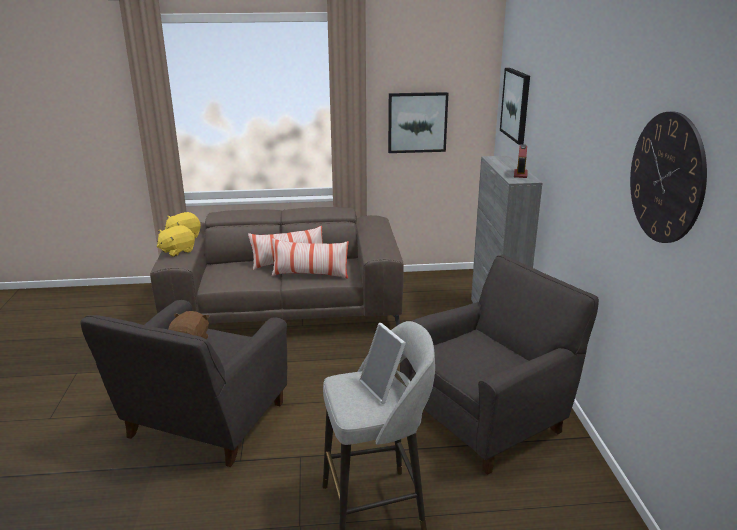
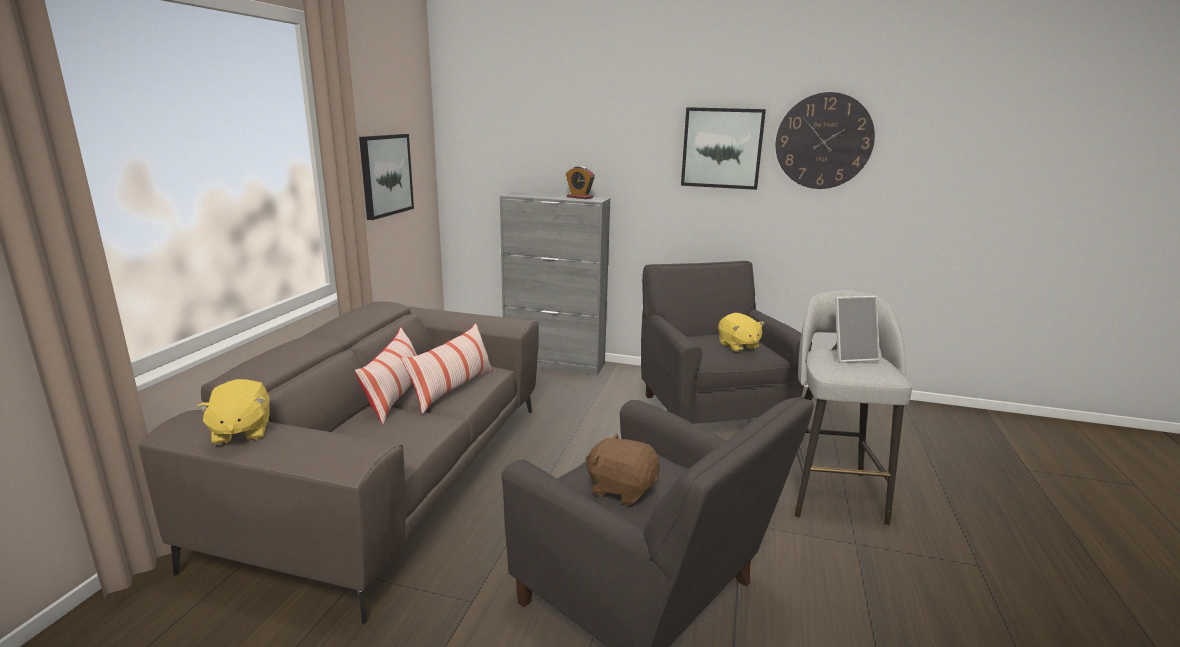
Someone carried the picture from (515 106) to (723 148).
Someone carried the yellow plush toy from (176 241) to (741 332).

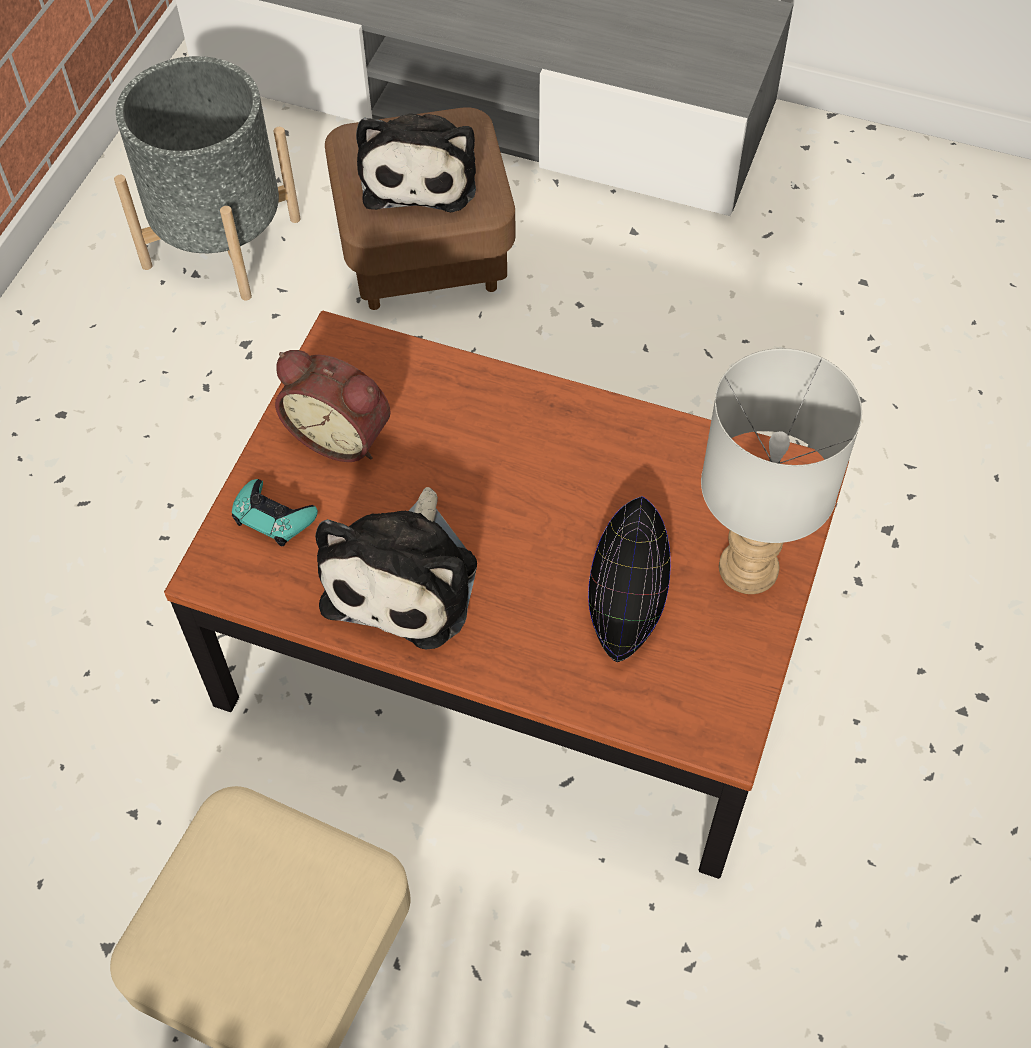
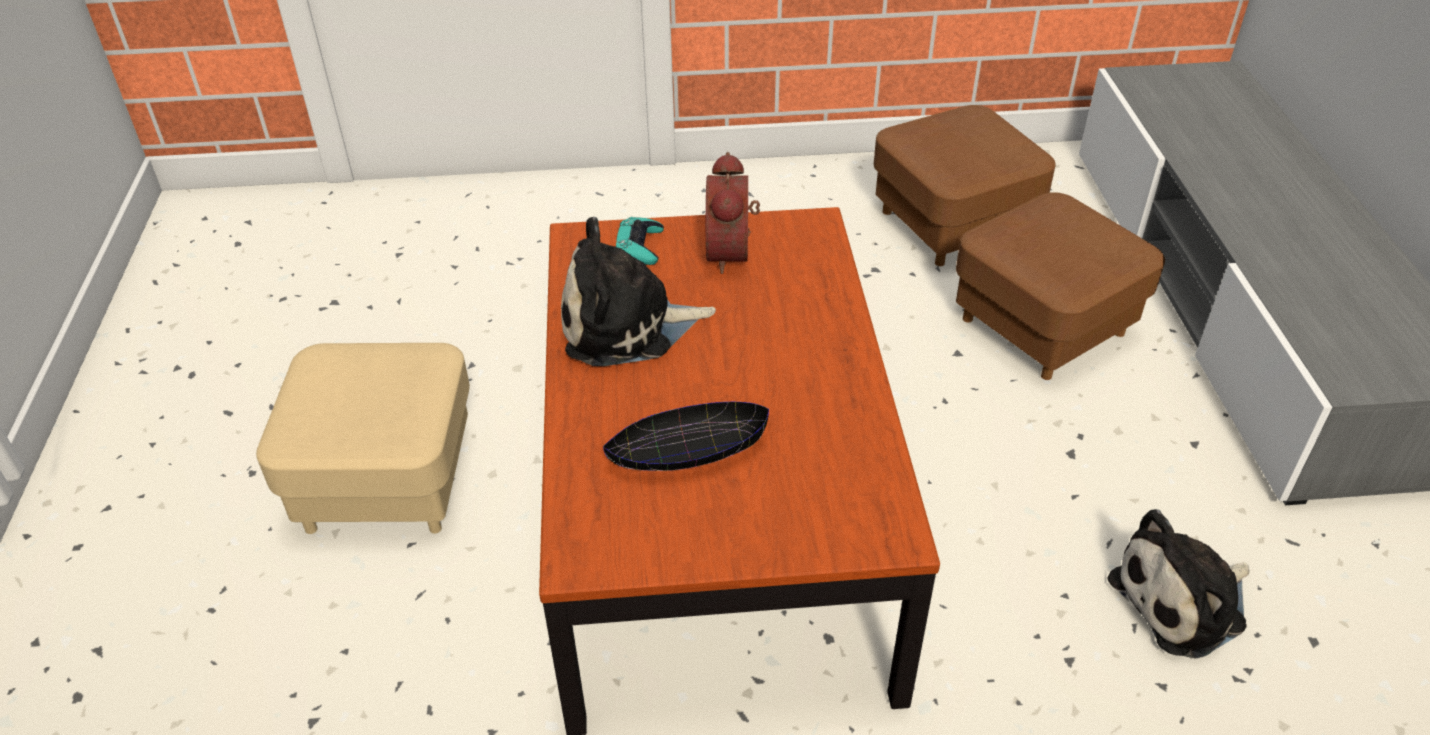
Someone swapped the grey planter at (207 178) for the brown ottoman at (965 185).
Someone carried the plush toy from (416 162) to (1178 584).
Someone took away the grey table lamp at (781 471).

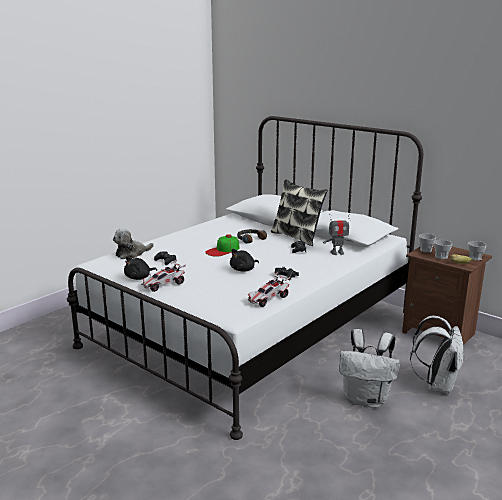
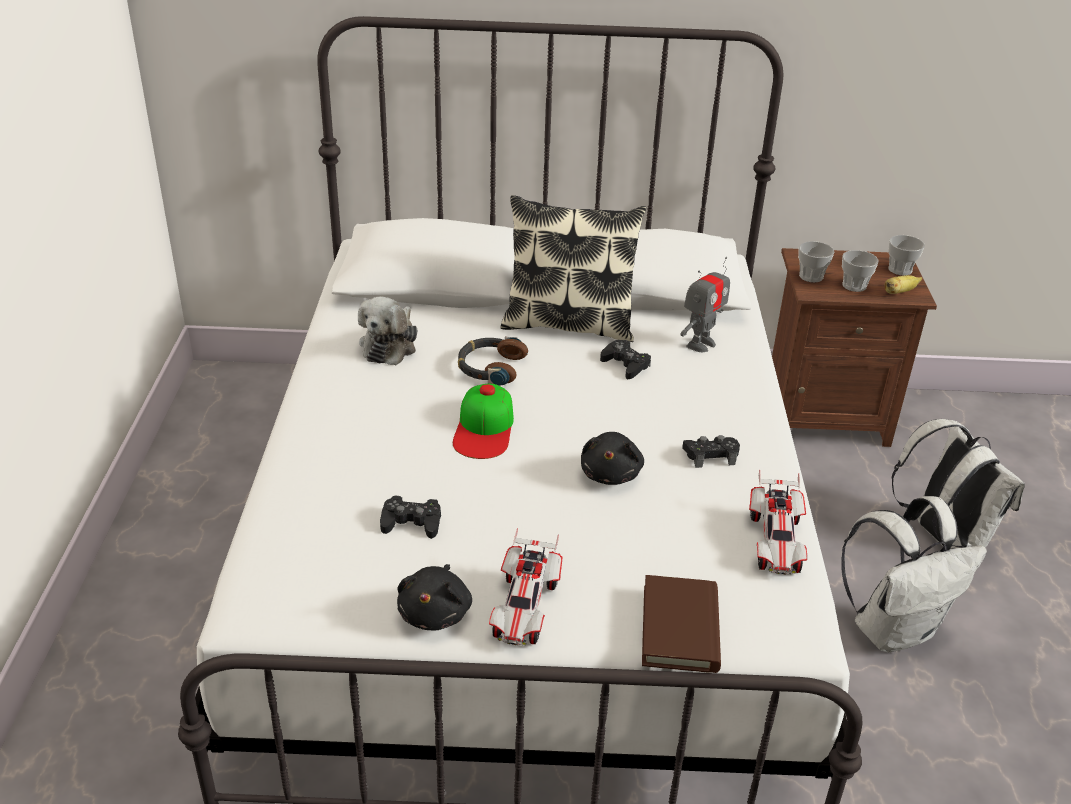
Someone carried the plush toy from (133 243) to (387 331).
Someone put down the brown book at (681 624).

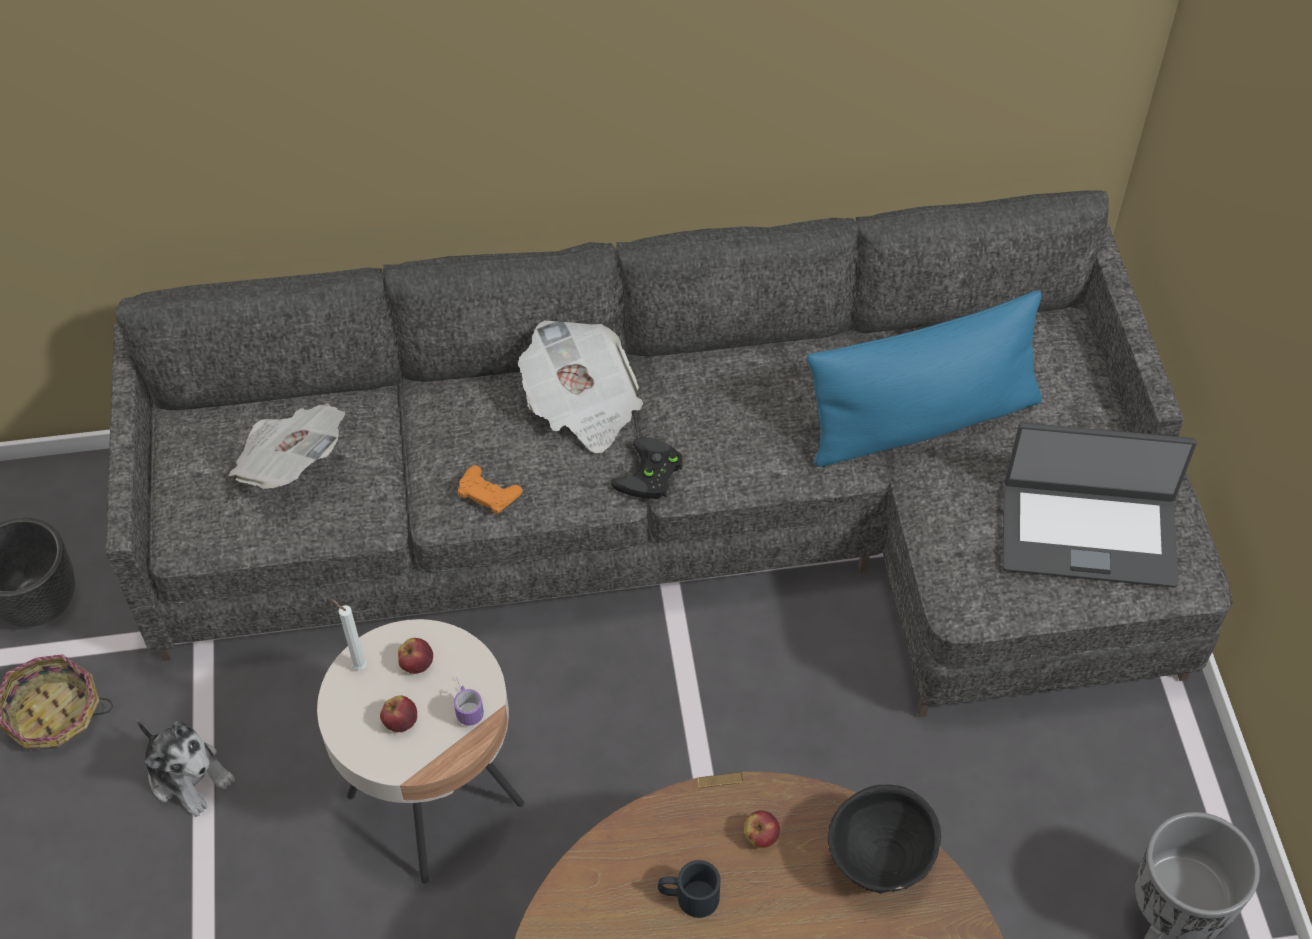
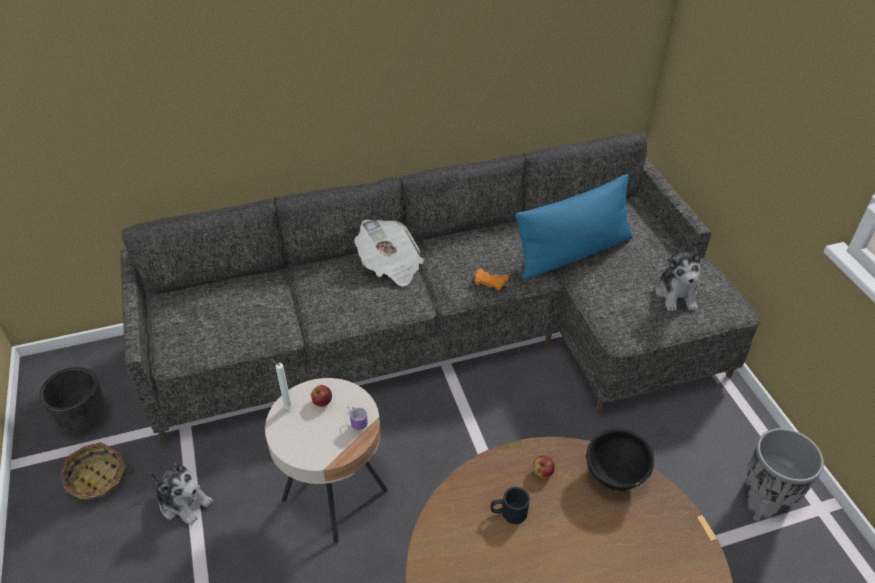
Someone took away the newspaper at (286 446).
Someone swapped the laptop at (1099 505) for the plush toy at (677 280).
Someone took away the black game controller at (647 468).
Someone carried the orange game controller from (490 489) to (492 279).
Someone took away the apple at (398 713).

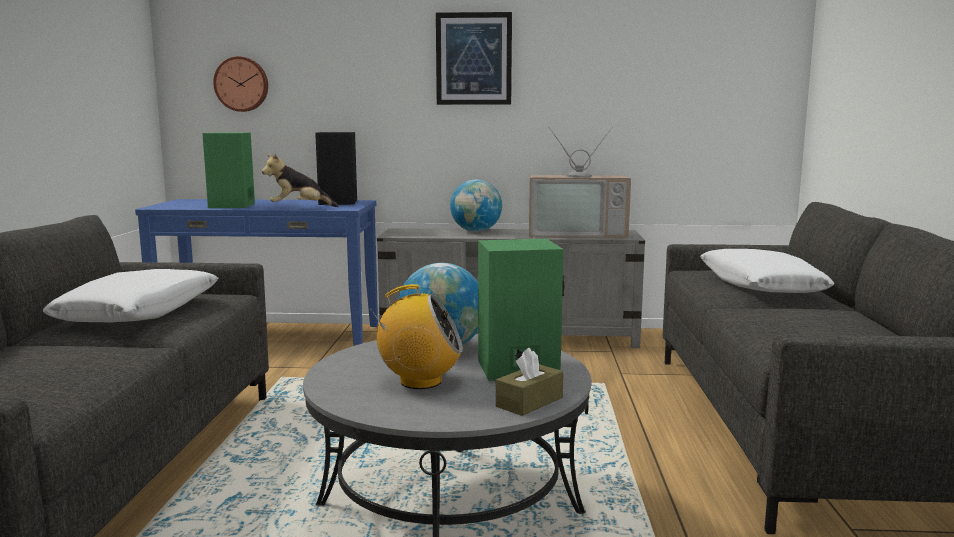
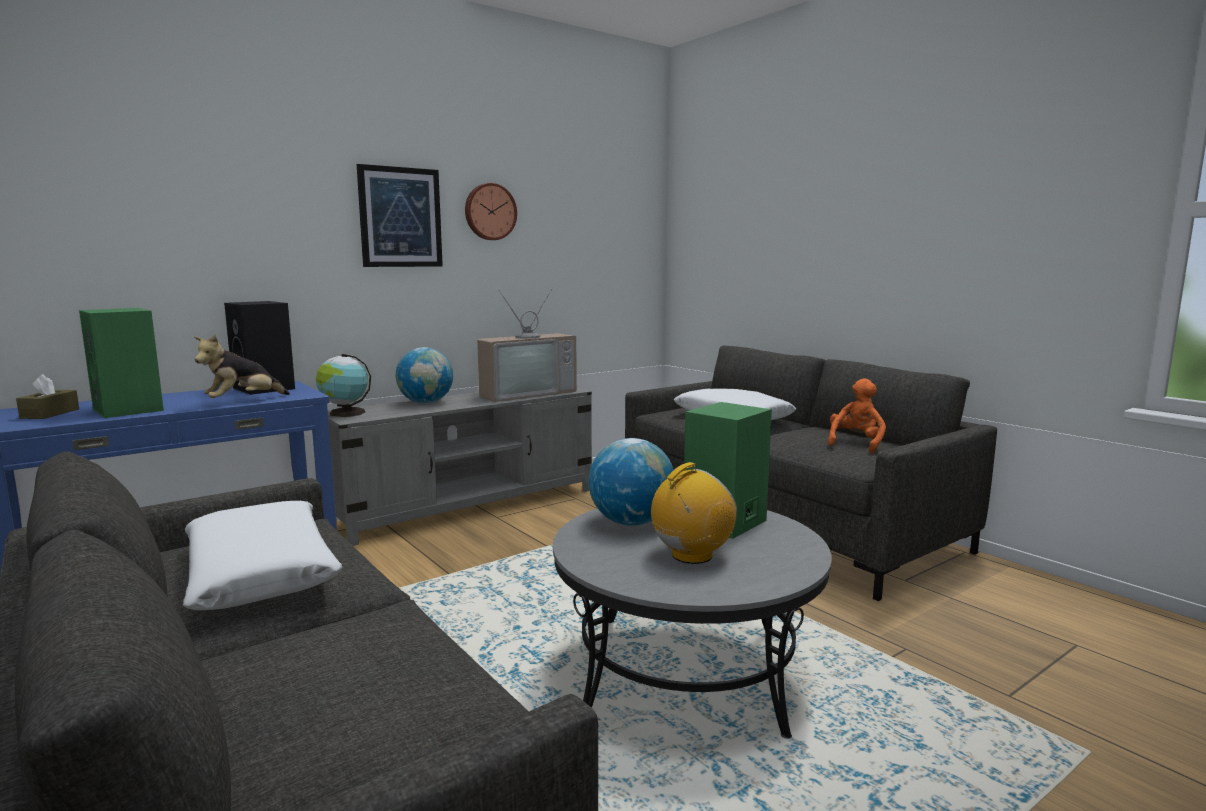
Someone carried the wall clock from (240 84) to (491 211).
Someone carried the brown tissue box from (530 382) to (47 396).
Someone put down the globe at (343 385).
Someone put down the orange plush toy at (857 415).

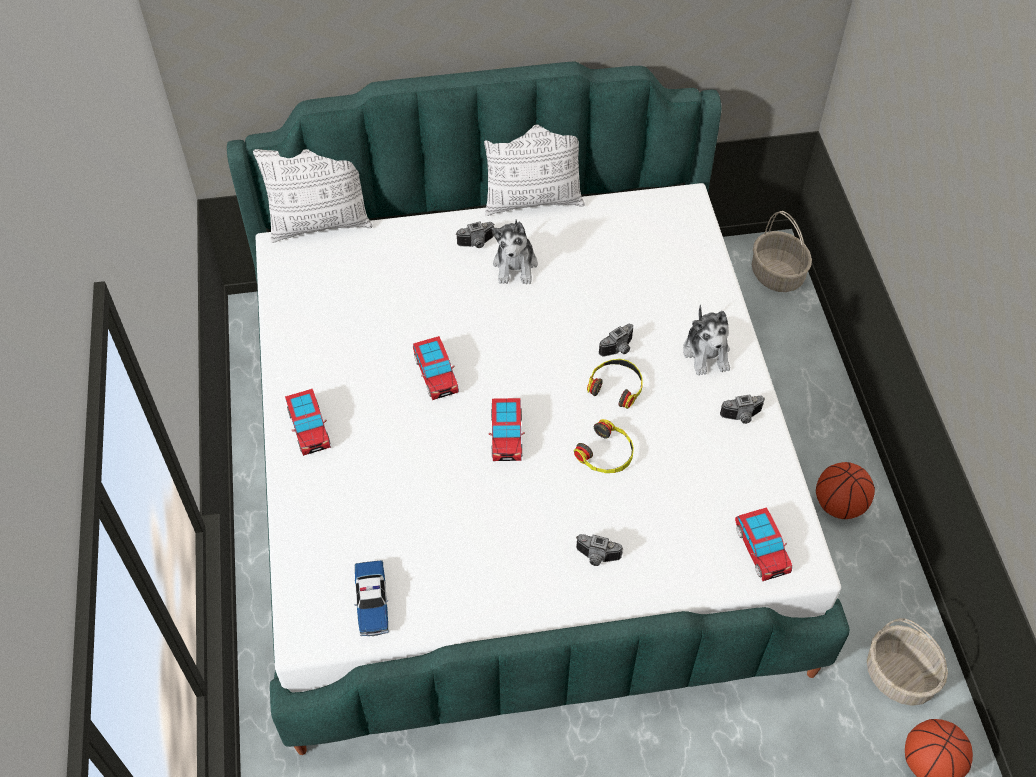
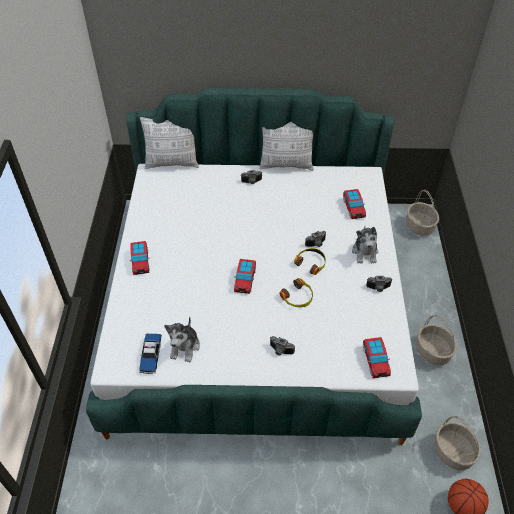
Someone carried the plush toy from (514 251) to (182 339).
Someone carried the toy car from (436 368) to (354 204).
Someone swapped the basketball at (845 490) for the basket at (436 340).

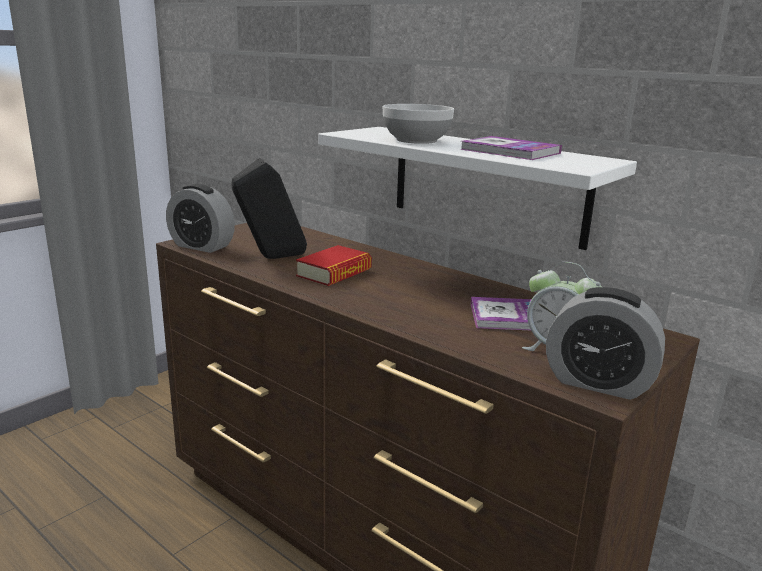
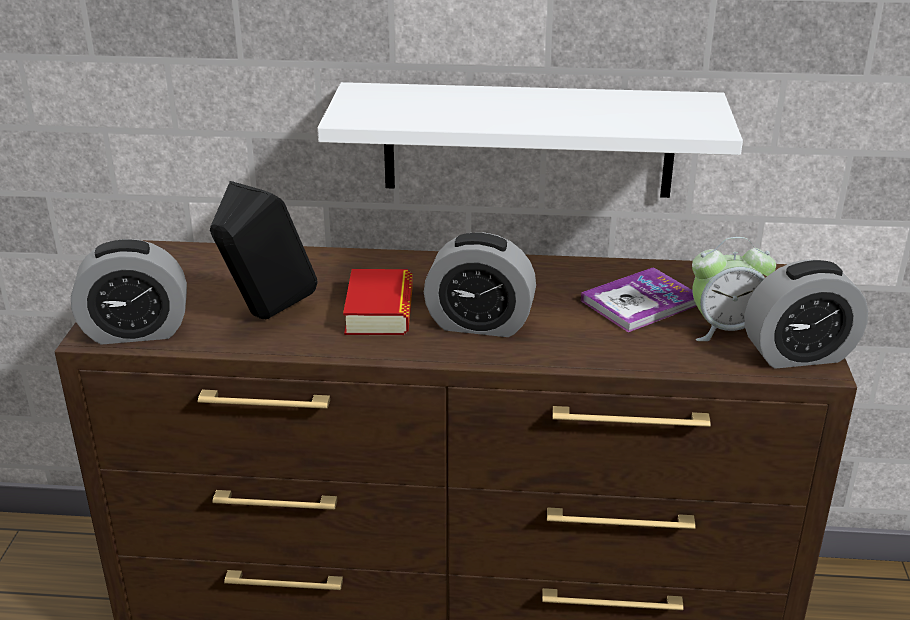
Someone took away the bowl at (418 124).
Someone took away the book at (511 148).
Someone put down the alarm clock at (480 284).

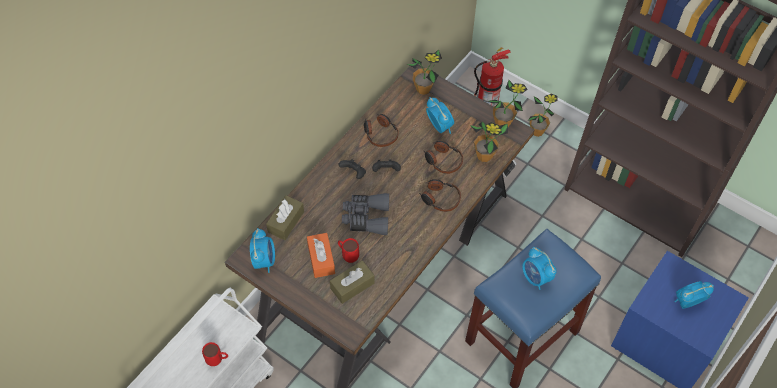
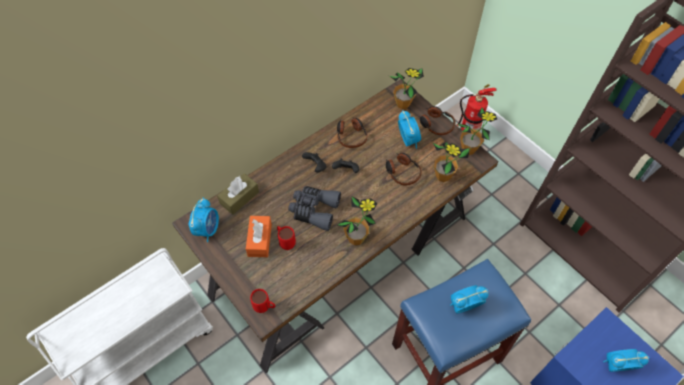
Someone carried the potted plant from (543 115) to (357 221).
Someone carried the headphones from (440 195) to (436 120).
Someone rotated the alarm clock at (539 268) by 90 degrees clockwise.
Someone took away the brown tissue box at (352 282).
Someone carried the red mug from (215 354) to (262 301).

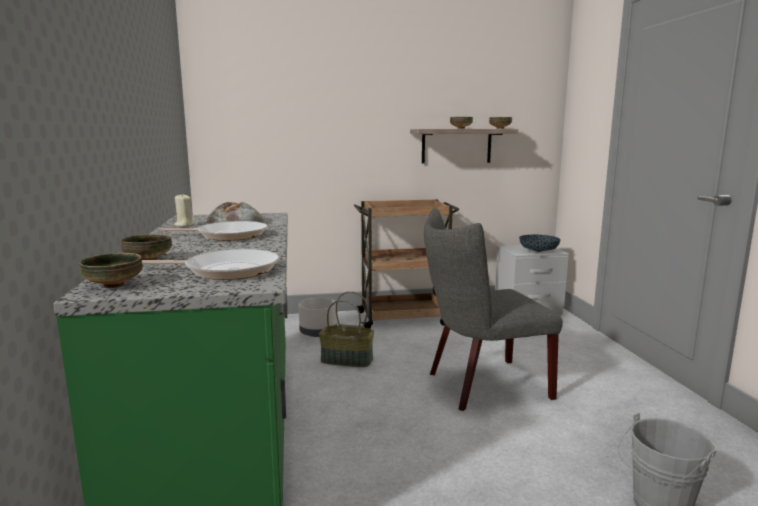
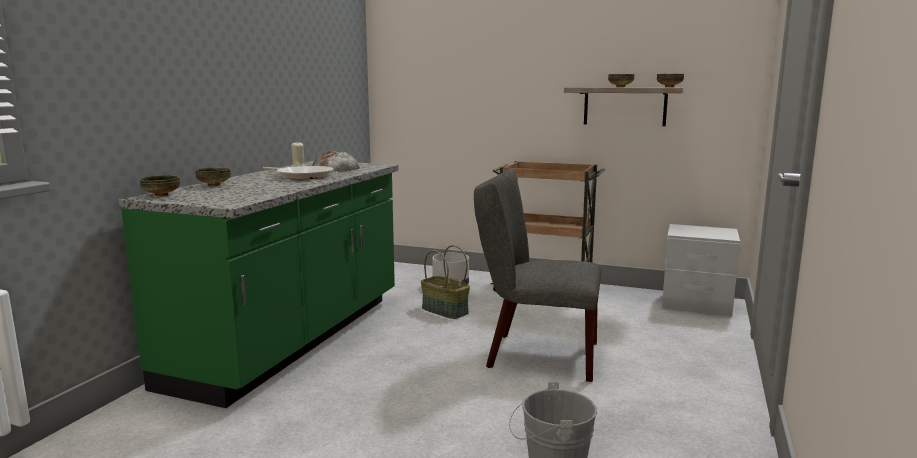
Someone took away the bowl at (539 243).
Someone took away the frying pan at (210 264).

